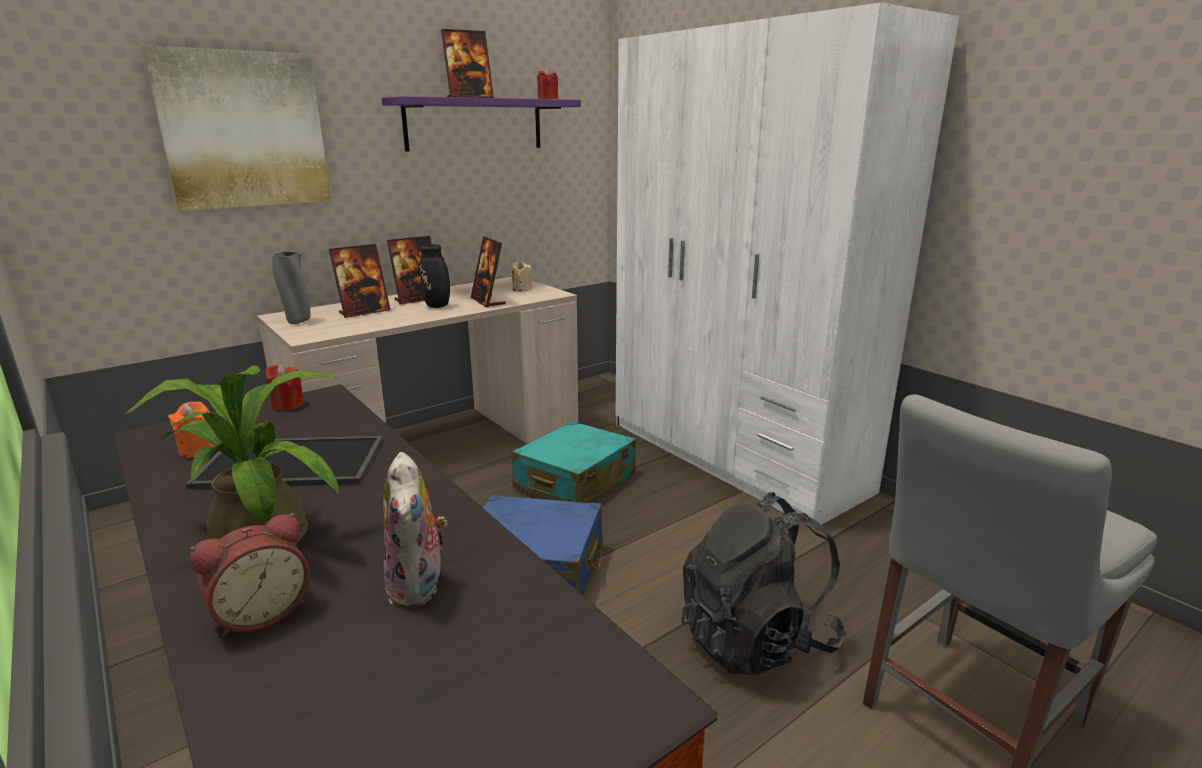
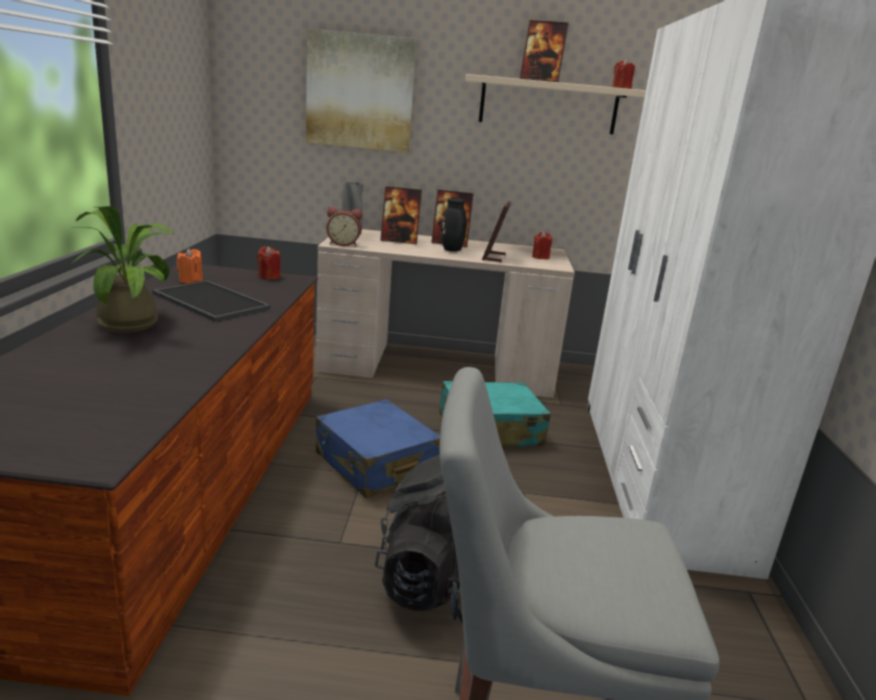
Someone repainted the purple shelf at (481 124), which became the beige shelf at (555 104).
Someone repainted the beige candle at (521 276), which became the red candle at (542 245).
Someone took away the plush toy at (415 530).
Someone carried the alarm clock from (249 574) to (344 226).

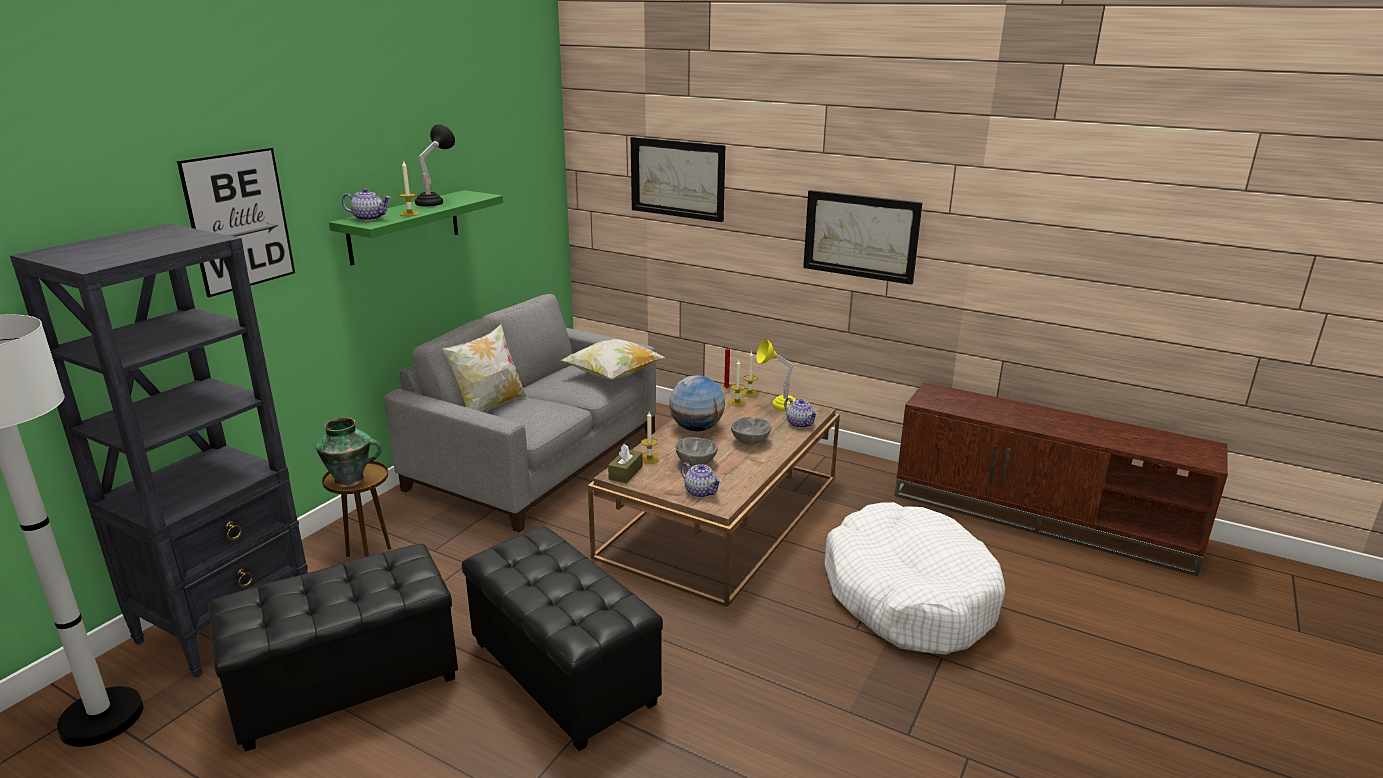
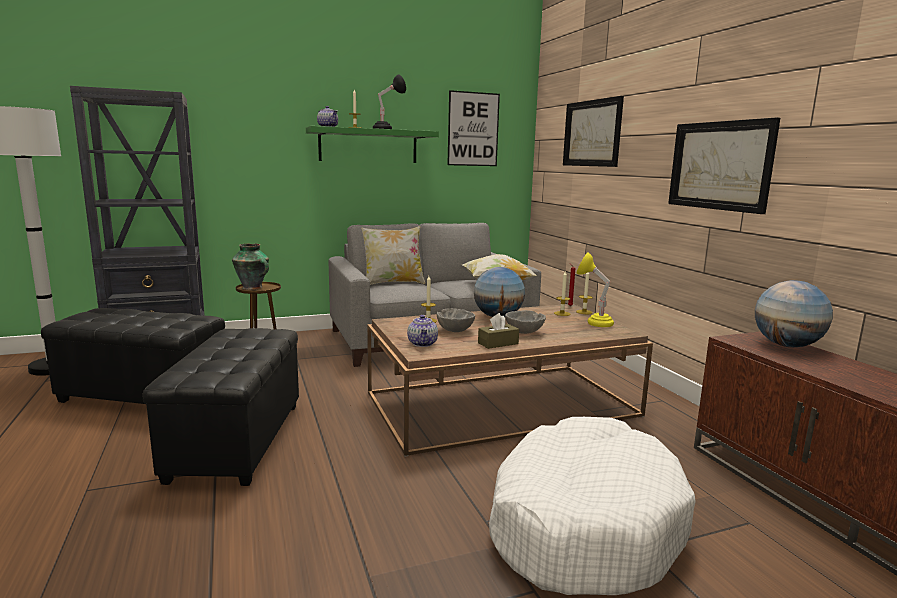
Someone carried the picture from (236 222) to (473 128).
Someone took away the teapot at (801 413).
Someone carried the brown tissue box from (625 463) to (498 331).
Someone put down the globe at (794 313).

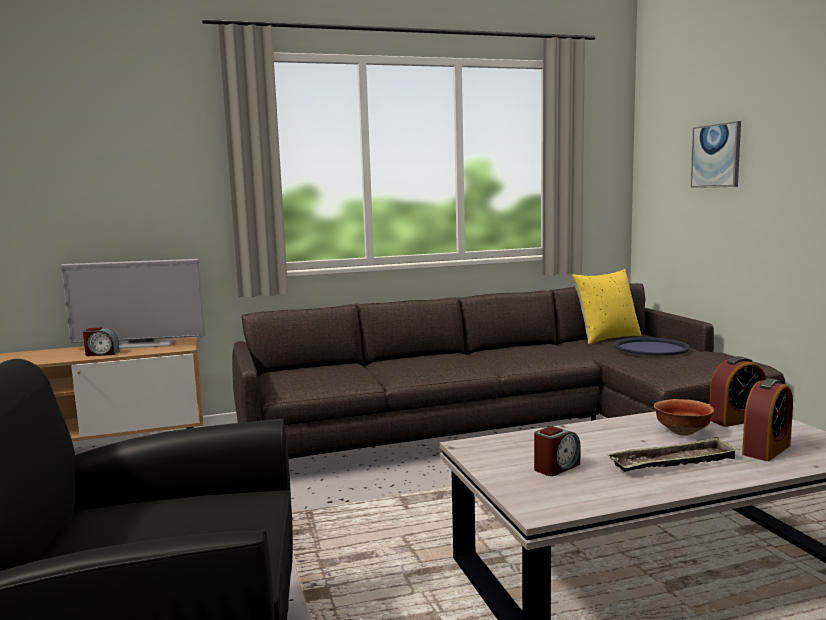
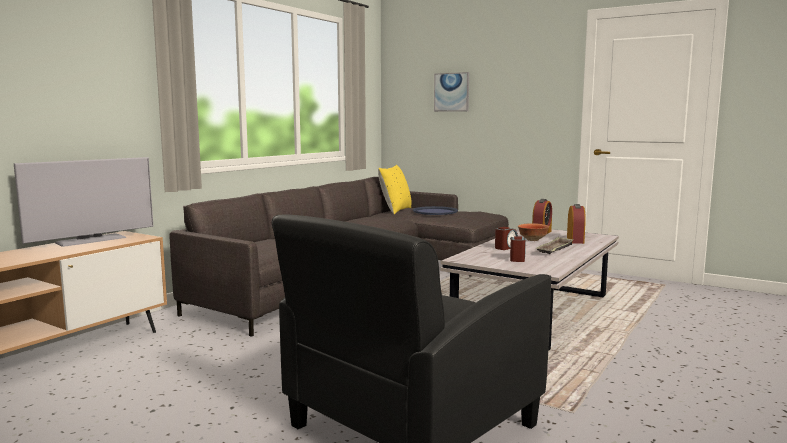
Someone carried the alarm clock from (101 342) to (506 238).

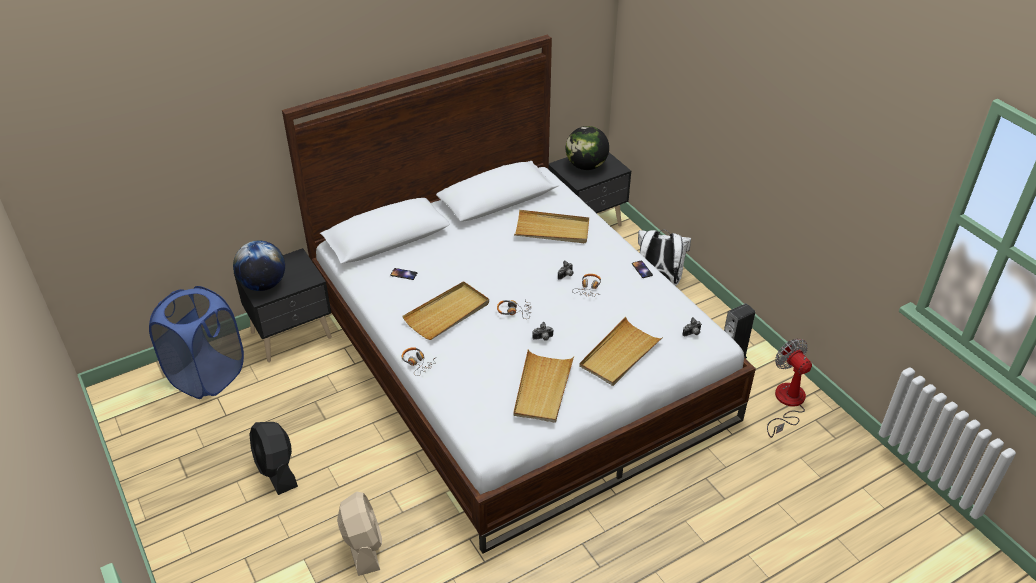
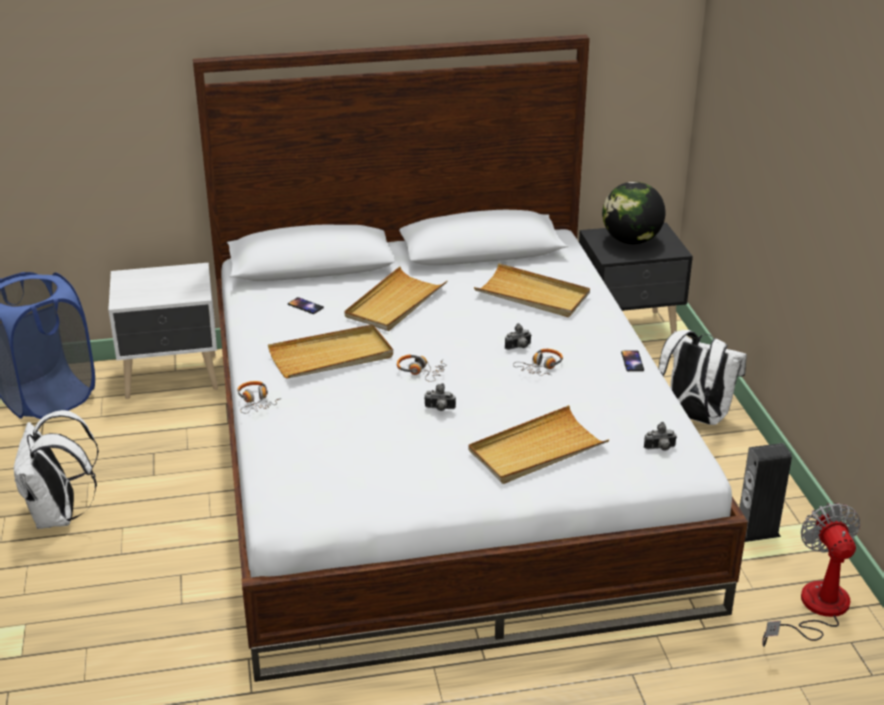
Someone took away the globe at (259 265).
Someone repainted the black nightstand at (283 305), which became the white nightstand at (163 331).
Someone carried the beige tray from (543 386) to (396 298).
Someone swapped the black fan at (273 458) for the white backpack at (56 469).
Someone took away the beige fan at (359 534).

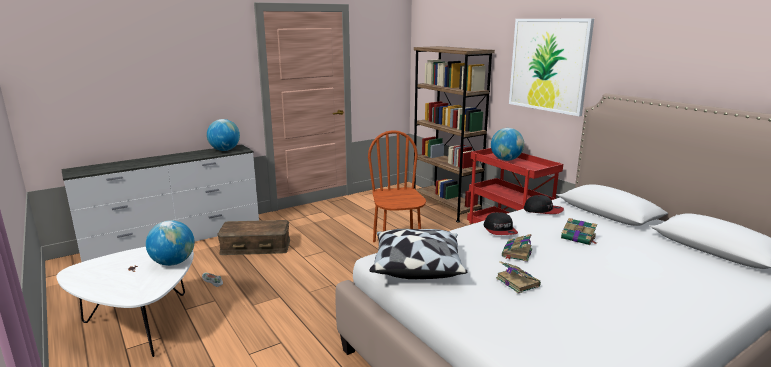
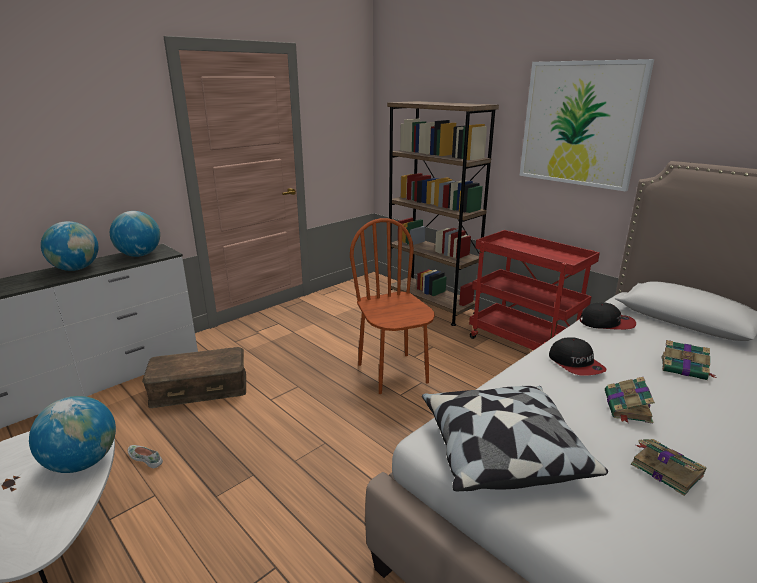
Someone carried the globe from (507 144) to (69 246).

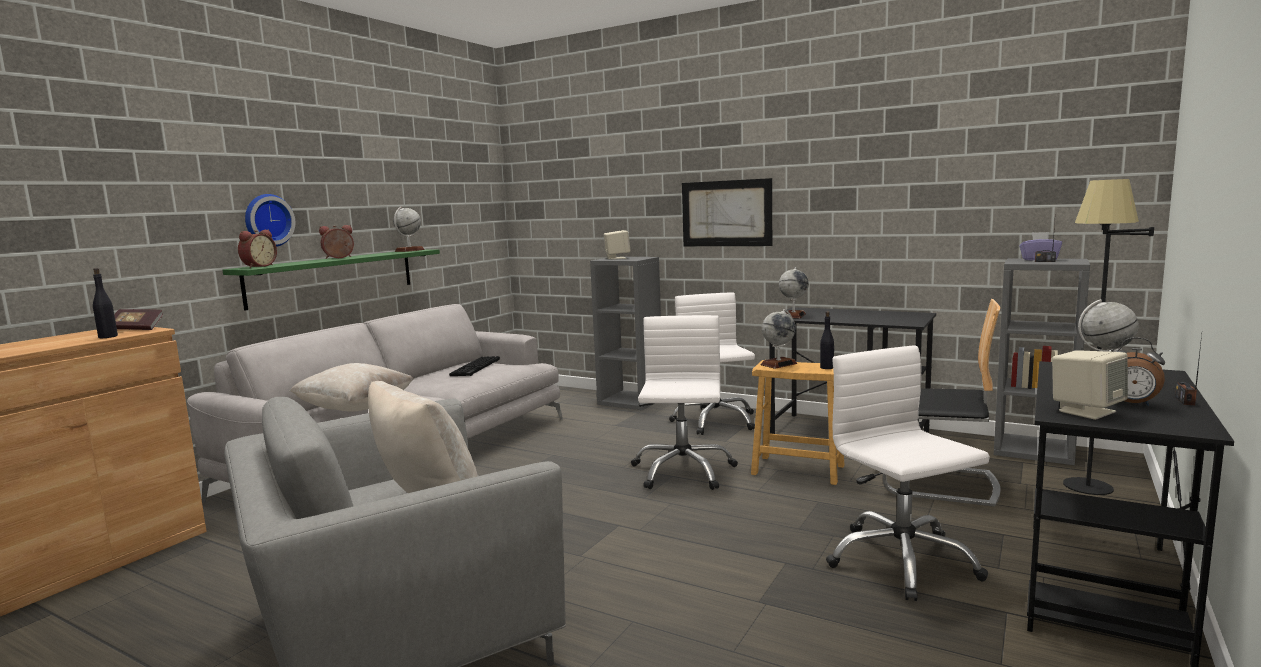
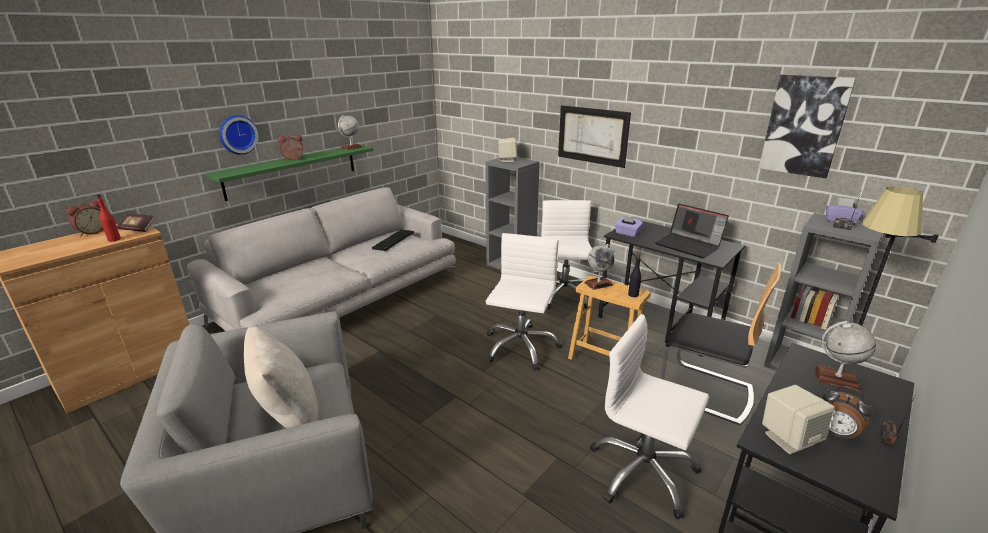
Someone carried the alarm clock from (257 249) to (85 218).
Someone swapped the globe at (794 293) for the purple tissue box at (628 226).
Someone repainted the black bottle at (105 303), which became the red bottle at (108 218).
Someone rotated the white office chair at (908 473) by 45 degrees counterclockwise.
Someone took away the beige pillow at (352 387).
Someone put up the picture at (807 126).
Someone put down the laptop at (692 231).

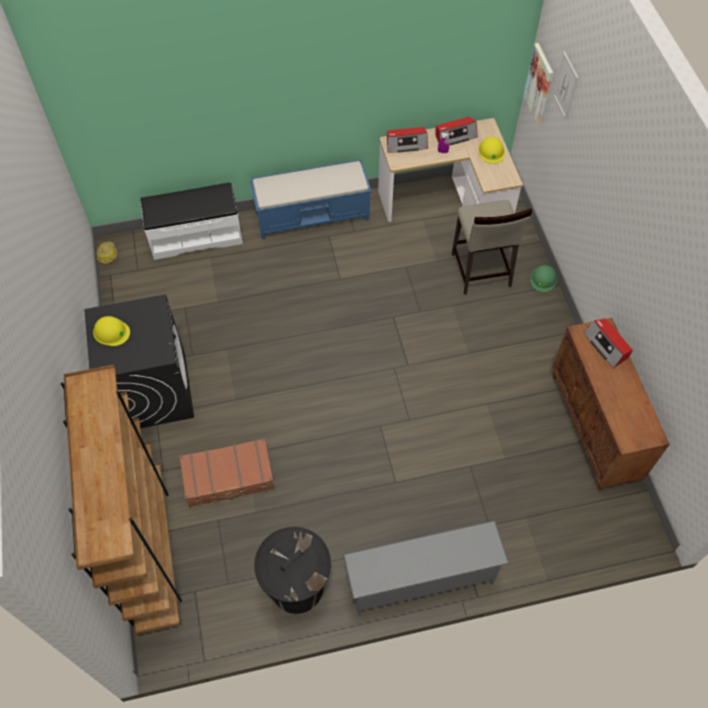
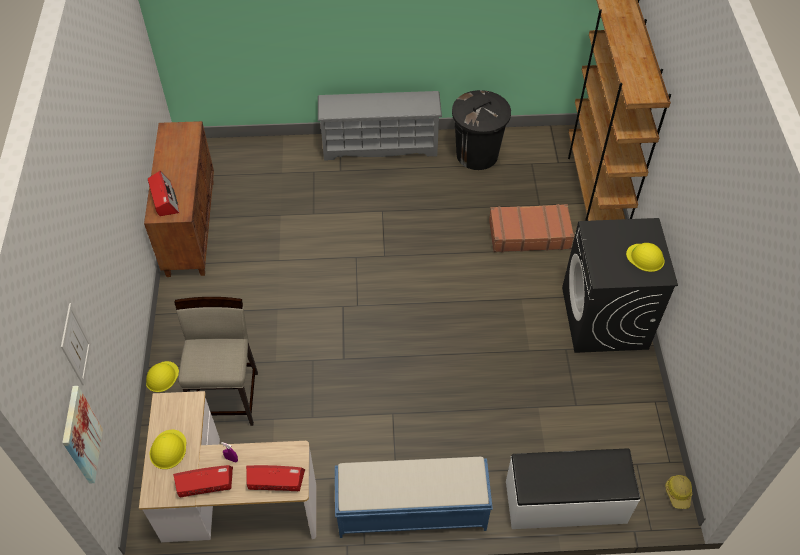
Someone repainted the green hard hat at (544 278), which became the yellow hard hat at (162 376).

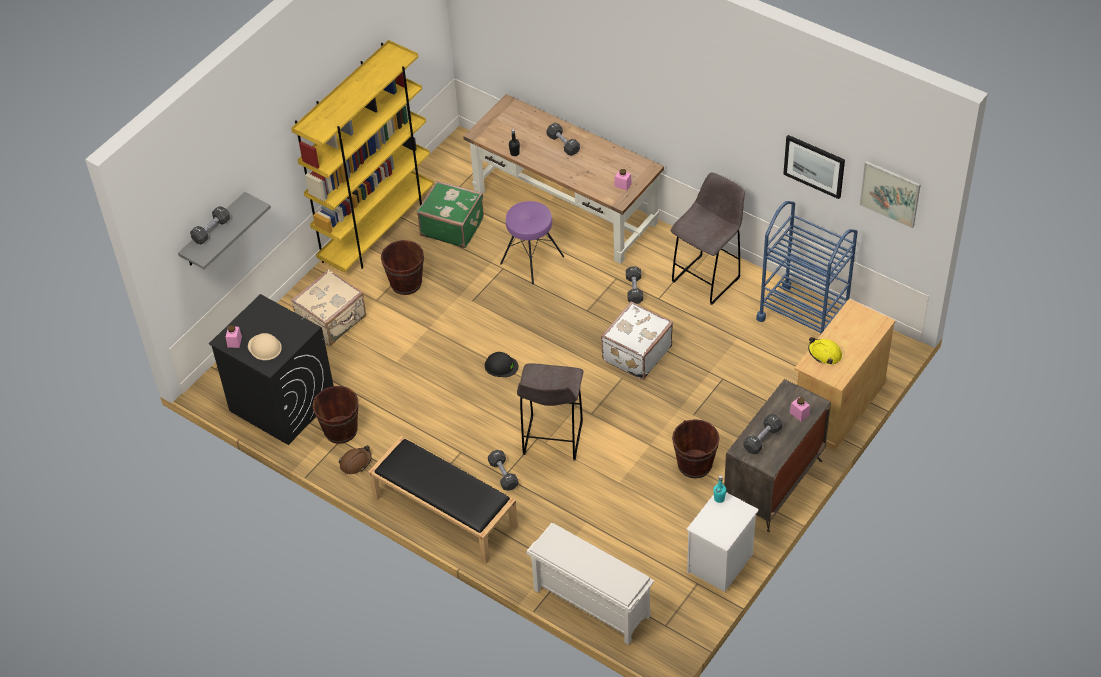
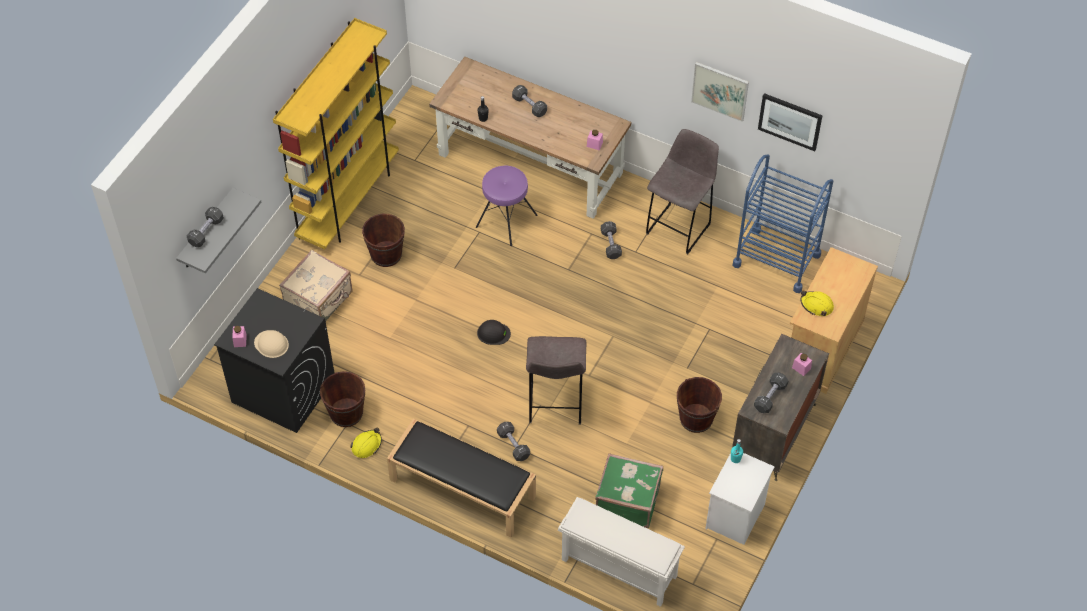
Someone carried the picture from (890 194) to (720 92).
Someone carried the green suitcase from (450 214) to (629 490).
Someone took away the white suitcase at (637 340).
Someone repainted the brown hard hat at (355 459), which became the yellow hard hat at (366 442).

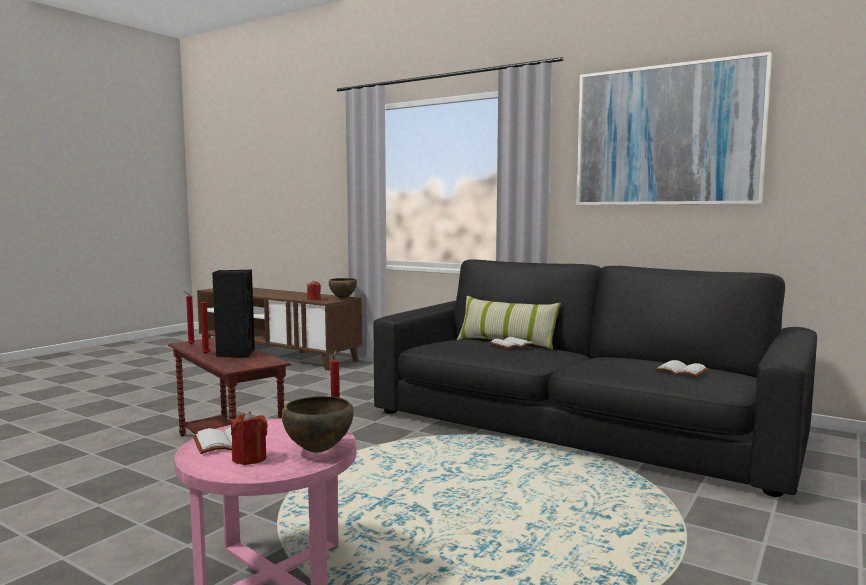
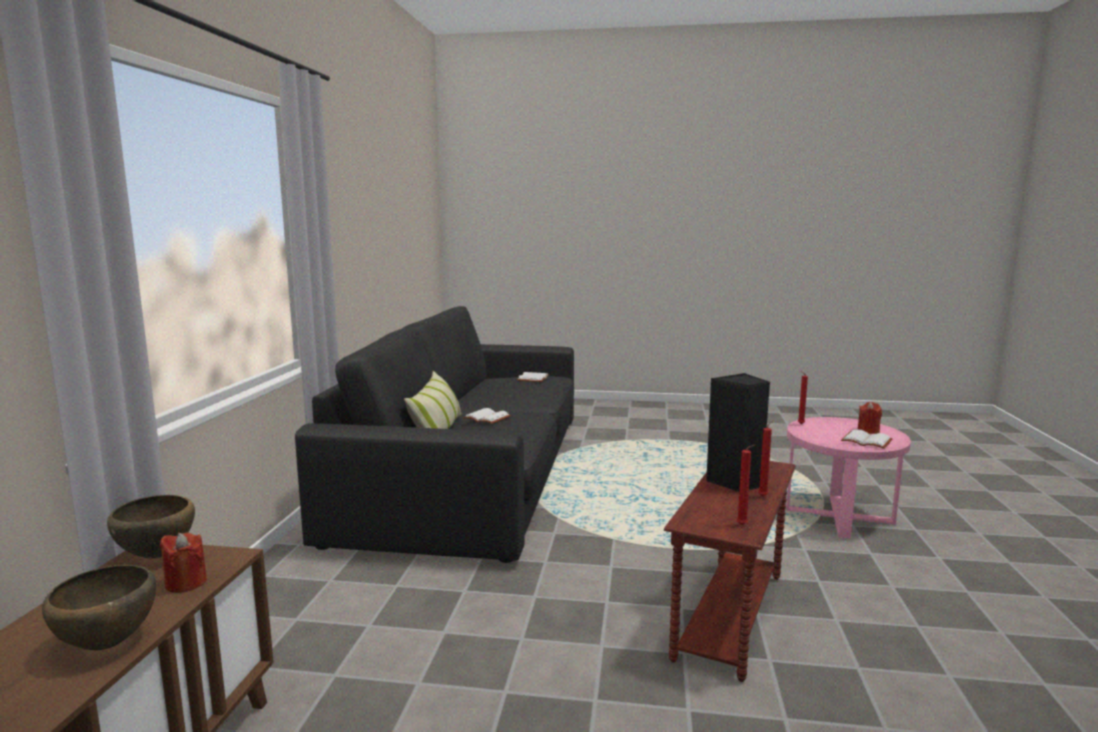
Someone took away the picture at (674 128).
Someone carried the brown bowl from (318 424) to (99 607).

